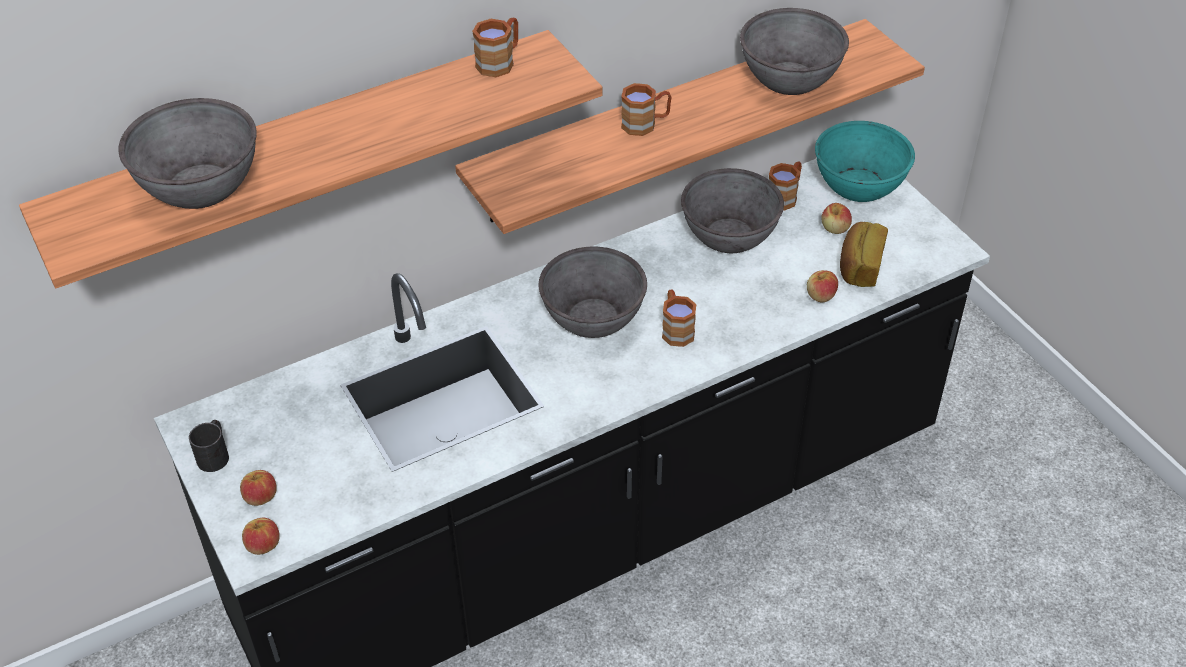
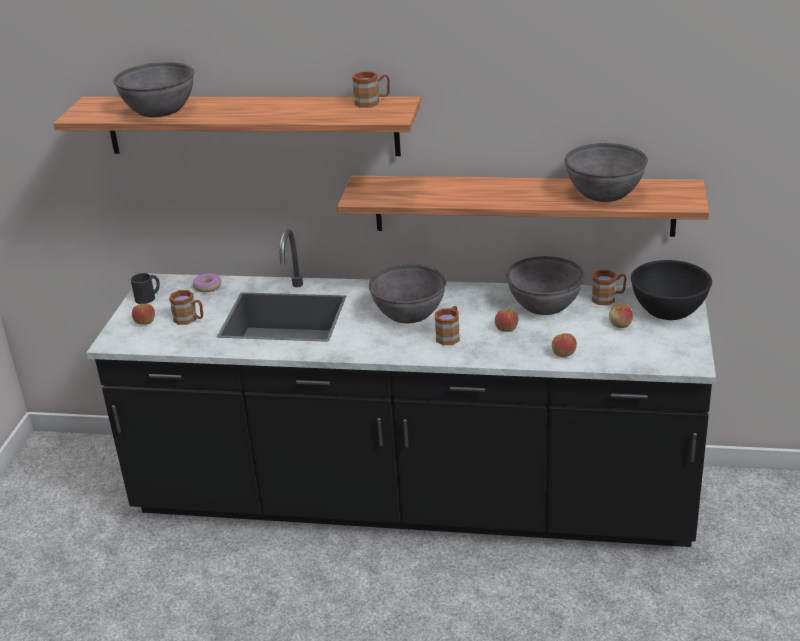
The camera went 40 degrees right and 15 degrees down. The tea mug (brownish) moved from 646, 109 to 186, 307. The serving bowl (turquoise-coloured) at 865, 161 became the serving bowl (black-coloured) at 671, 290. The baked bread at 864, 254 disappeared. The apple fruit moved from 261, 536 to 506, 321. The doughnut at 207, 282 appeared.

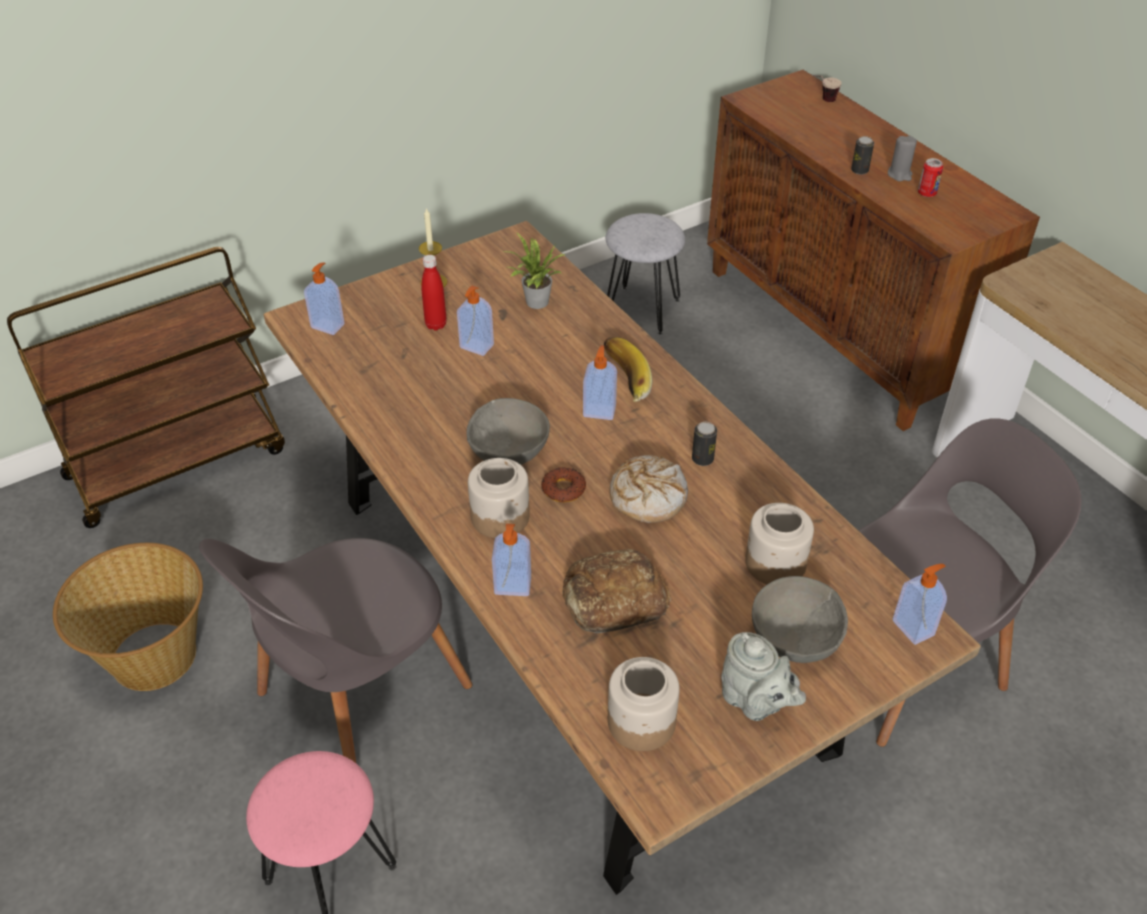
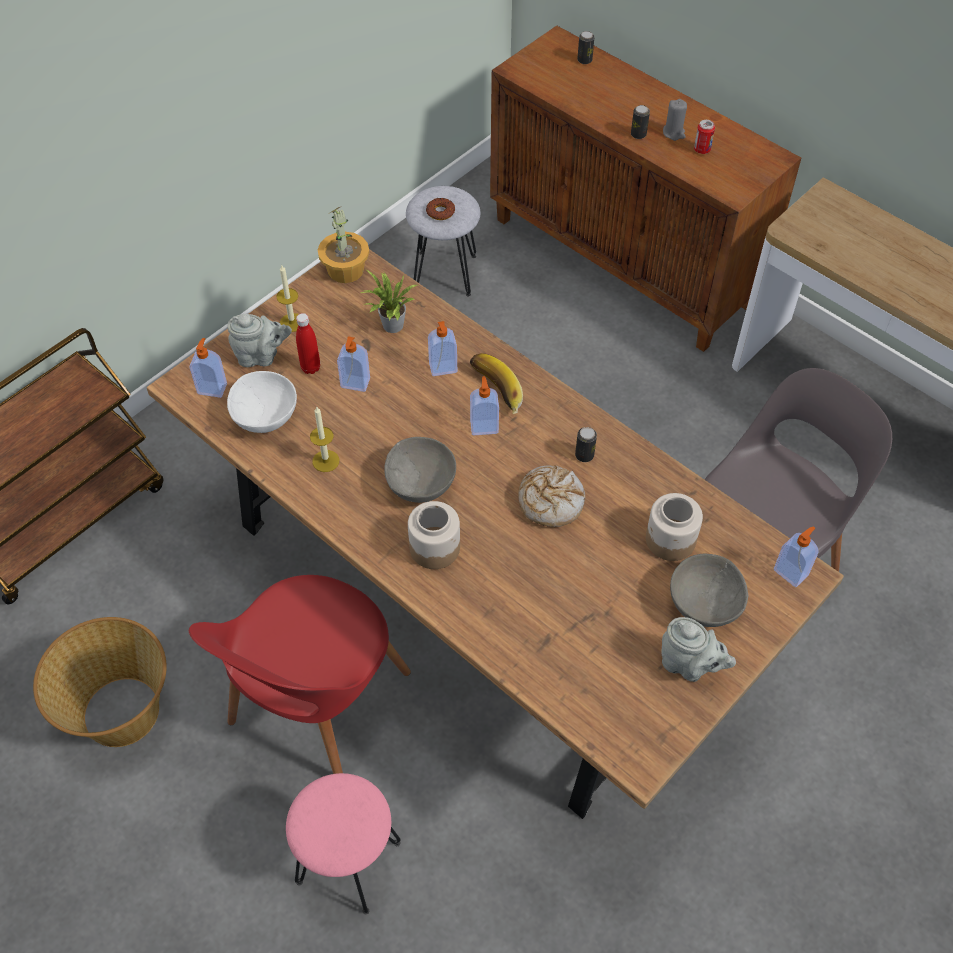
The camera went 15 degrees left and 10 degrees up. The drinking cup at 827, 88 was replaced by the sealed can at 585, 47. The doughnut moved from 563, 484 to 440, 209. The liquid soap bottle moved from 511, 560 to 442, 348. The chair (greyish) at 336, 651 became the chair (reddish) at 300, 674. The baked bread at 616, 591 disappeared. The preserve jar at 644, 704 disappeared. The houseplant at 343, 245 appeared. The teapot (greyish) at 259, 340 appeared. The serving bowl (white-coloured) at 262, 402 appeared. The candle at 324, 439 appeared.

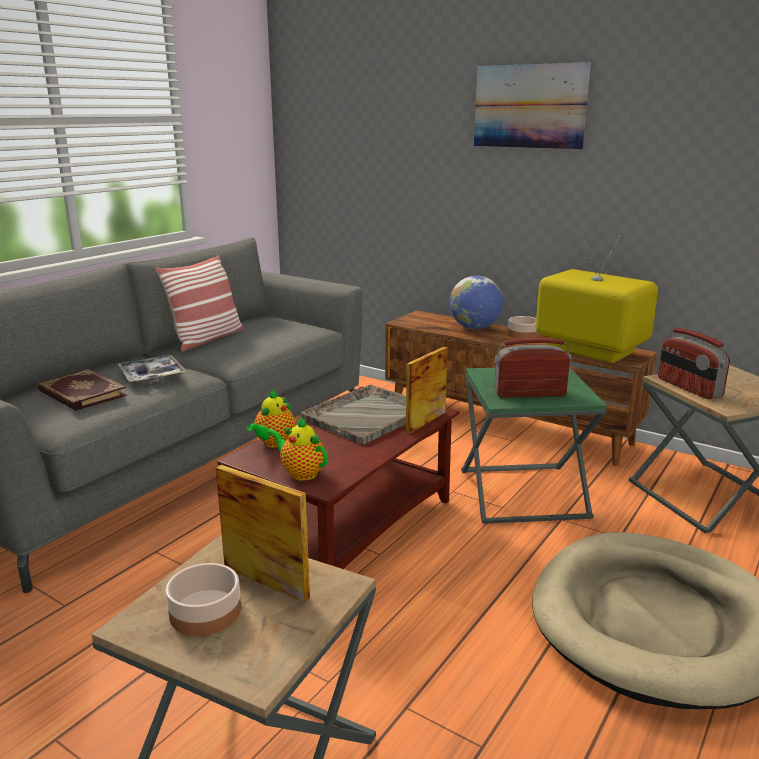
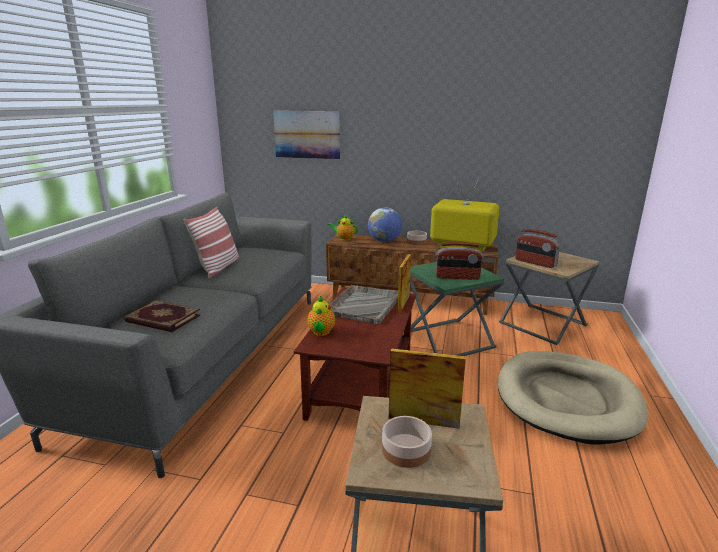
The camera went 20 degrees left and 0 degrees up. The wall art moved from 532, 106 to 306, 135. The radio at 532, 368 turned 150 degrees counterclockwise. The serving tray at 152, 369 disappeared. The teapot moved from 297, 448 to 343, 227.

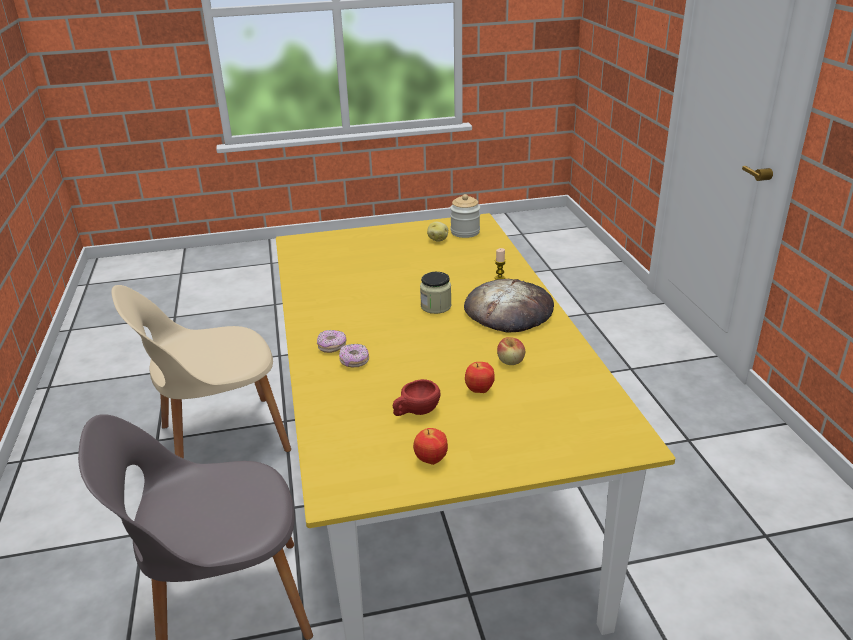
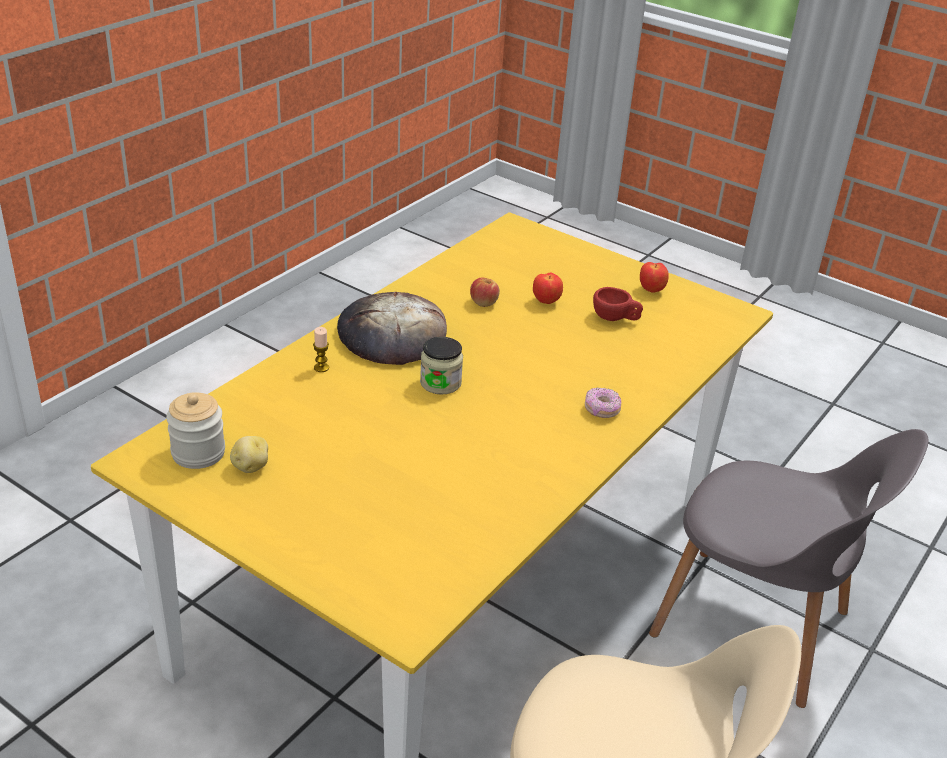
The camera went 135 degrees left and 5 degrees up. The doughnut at 354, 355 disappeared.

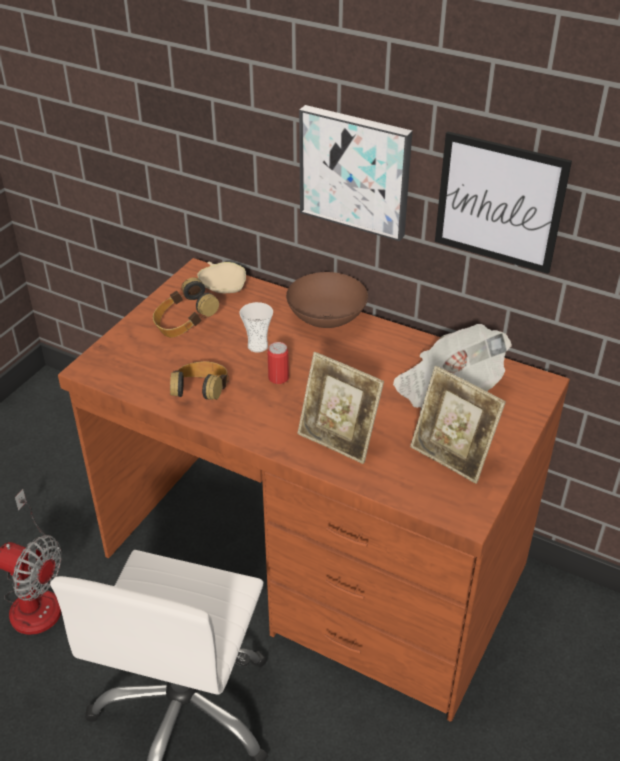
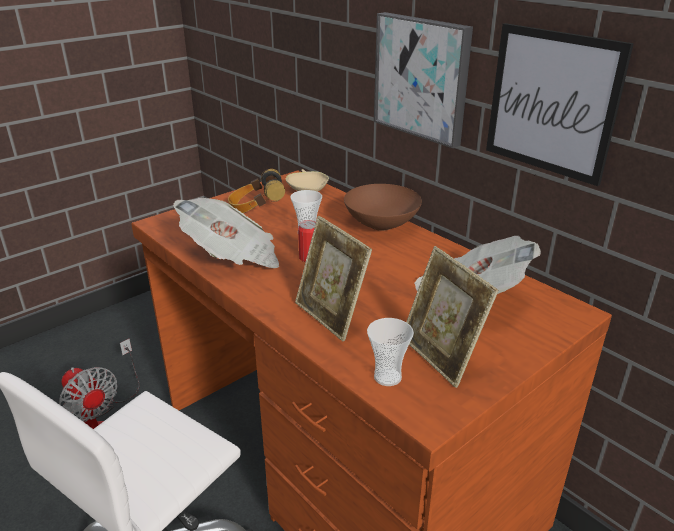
The camera went 20 degrees right and 10 degrees down. The headphones at 199, 380 was replaced by the newspaper at 226, 233. The drinking cup at 390, 352 appeared.

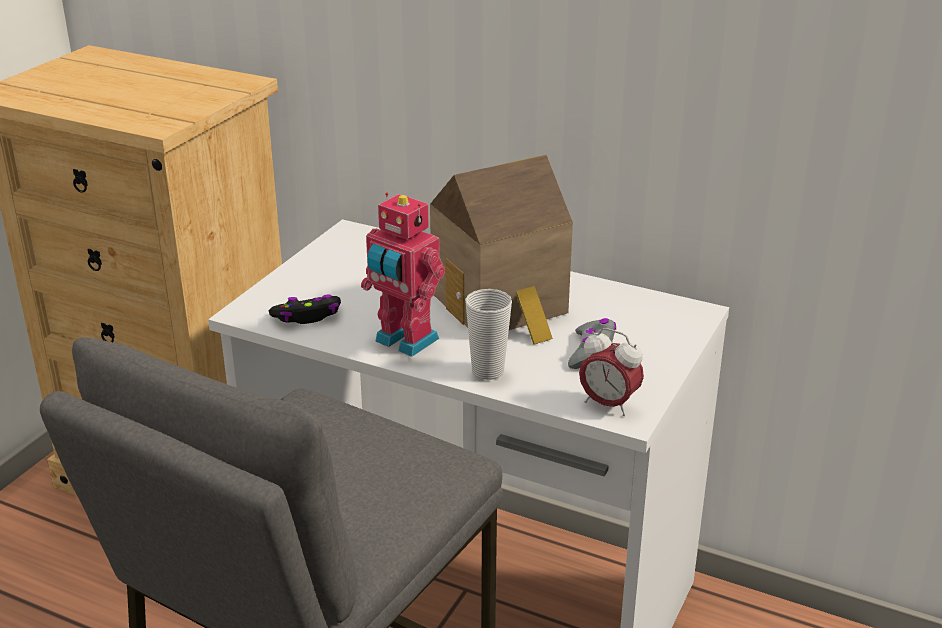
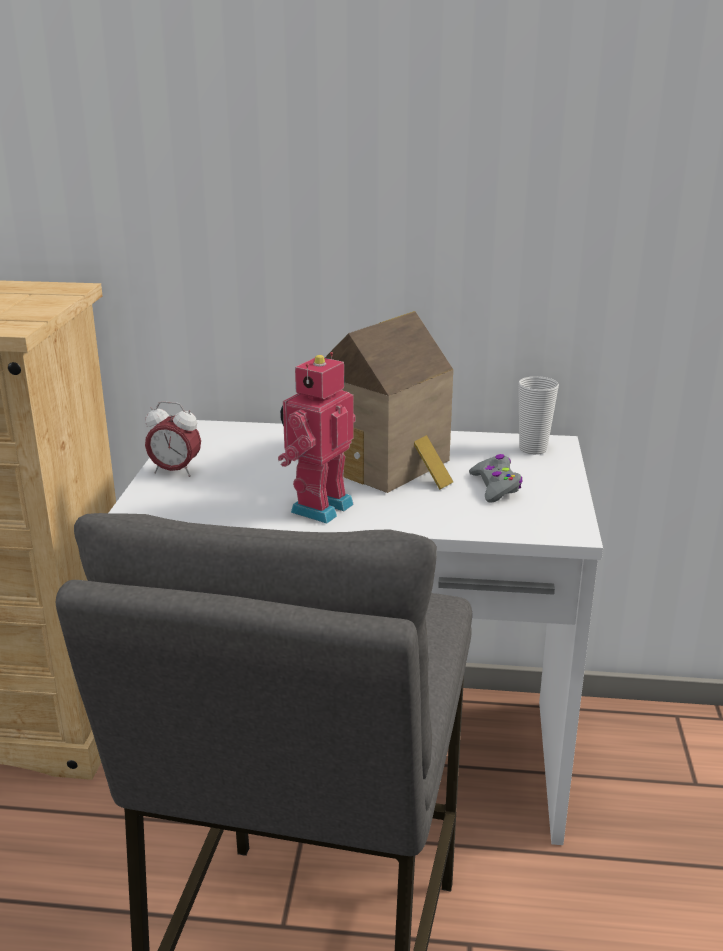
The camera went 20 degrees left and 5 degrees down. The robot figure at 403, 274 turned 105 degrees clockwise. The drinking cup moved from 488, 334 to 538, 415. The joypad (black-coloured) at 305, 309 disappeared. The bedside clock moved from 611, 372 to 173, 439.

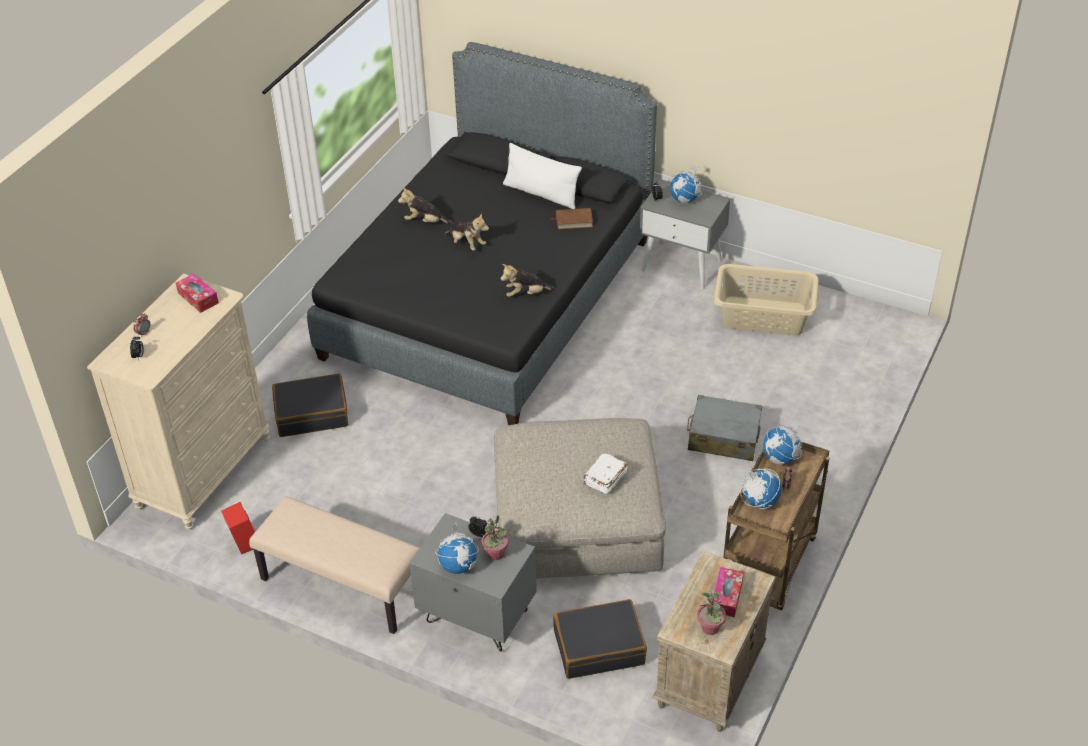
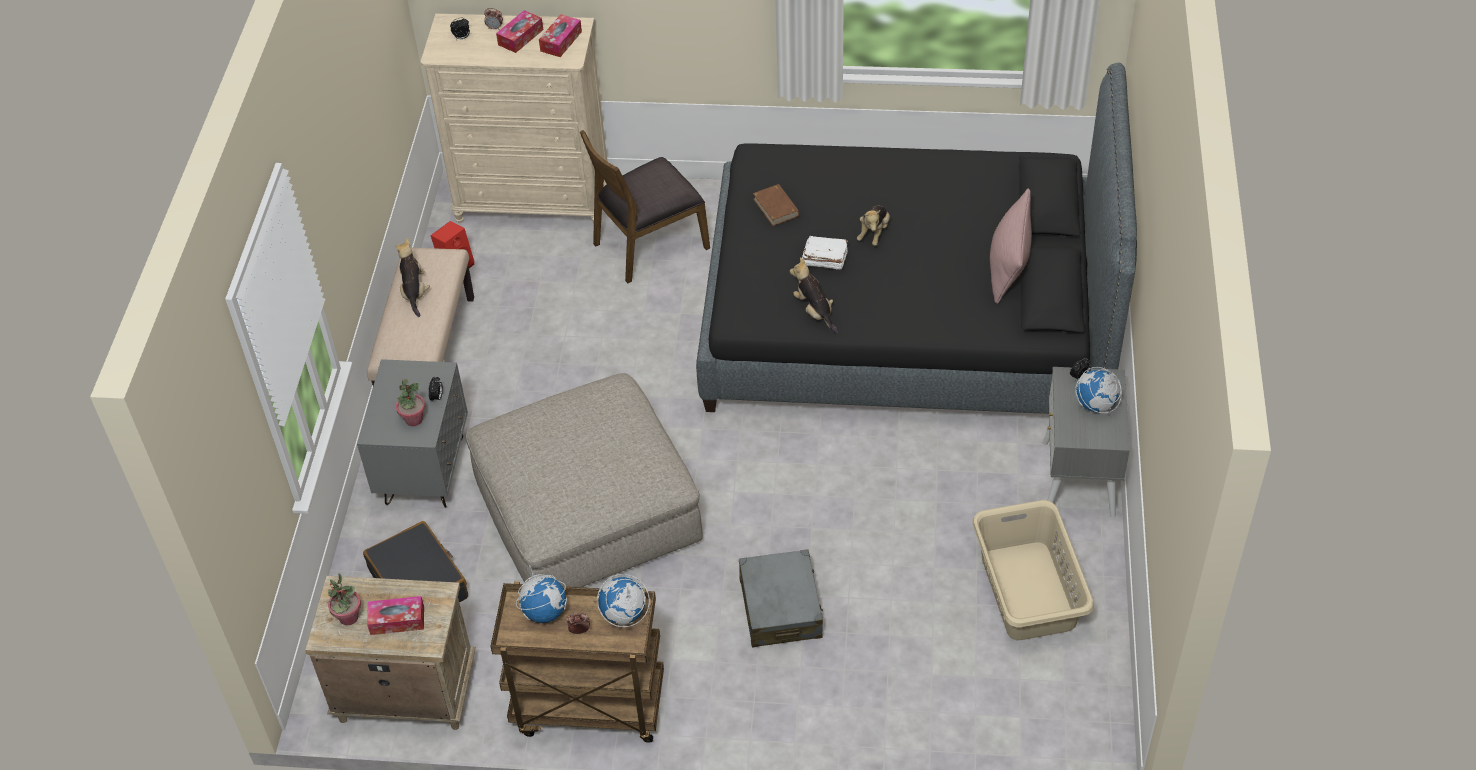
The camera went 70 degrees right and 5 degrees up. The pillow (white-coloured) at 542, 176 became the pillow (pink) at 1011, 246. The plush toy moved from 426, 205 to 412, 277. The book (brownish) moved from 571, 218 to 776, 205. The suitcase (black-coloured) at 310, 405 was replaced by the chair (brownish) at 645, 206. The book (white-coloured) moved from 606, 474 to 825, 253. The globe at 457, 548 disappeared. The tissue box at 519, 31 appeared.

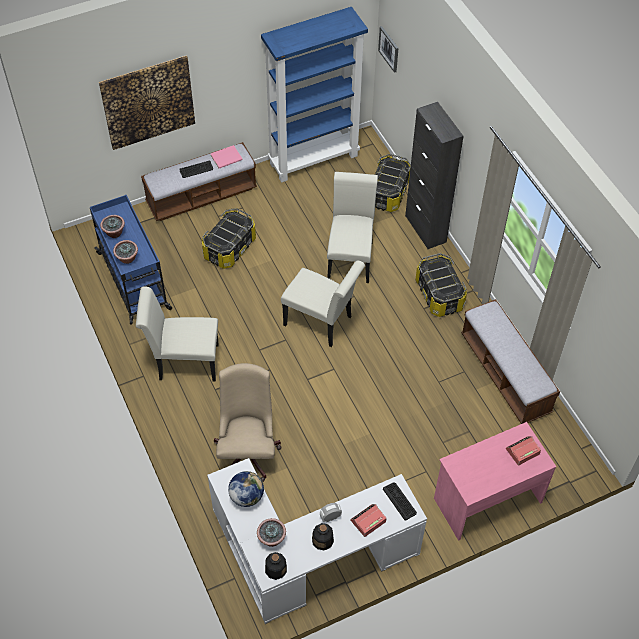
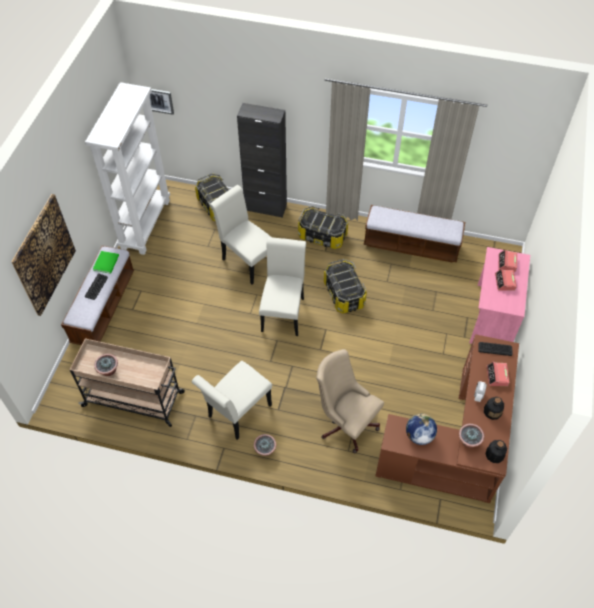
The camera went 50 degrees left and 0 degrees up. The bookshelf (blue-coloured) at 314, 94 became the bookshelf (white-coloured) at 127, 168. The book (pink) at 226, 156 became the book (green-coloured) at 106, 262. The wheeled cart (blue-coloured) at 131, 260 became the wheeled cart (beige) at 127, 382. The storage container moved from 229, 238 to 345, 286. The houseplant moved from 125, 252 to 265, 445. The chair (white-coloured) at 323, 304 turned 60 degrees counterclockwise. The desk table (white-coloured) at 317, 541 became the desk table (brownish) at 447, 418. The bedside clock at 506, 280 appeared.

